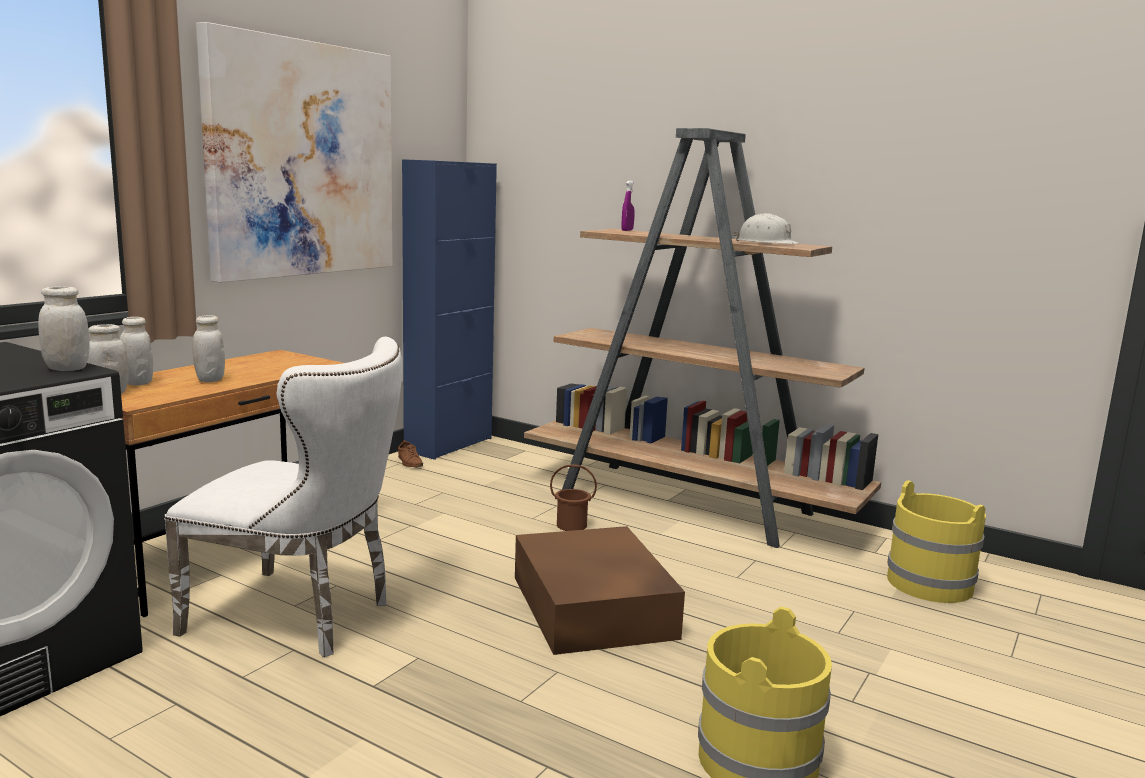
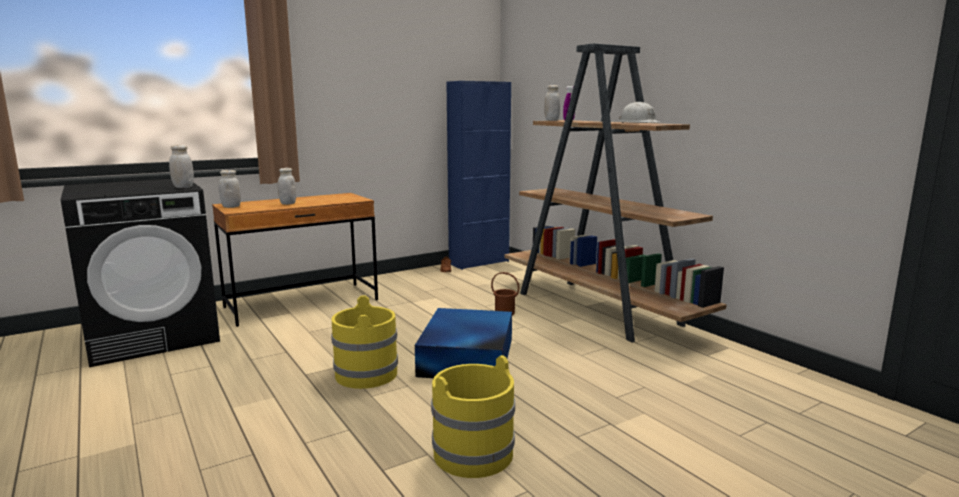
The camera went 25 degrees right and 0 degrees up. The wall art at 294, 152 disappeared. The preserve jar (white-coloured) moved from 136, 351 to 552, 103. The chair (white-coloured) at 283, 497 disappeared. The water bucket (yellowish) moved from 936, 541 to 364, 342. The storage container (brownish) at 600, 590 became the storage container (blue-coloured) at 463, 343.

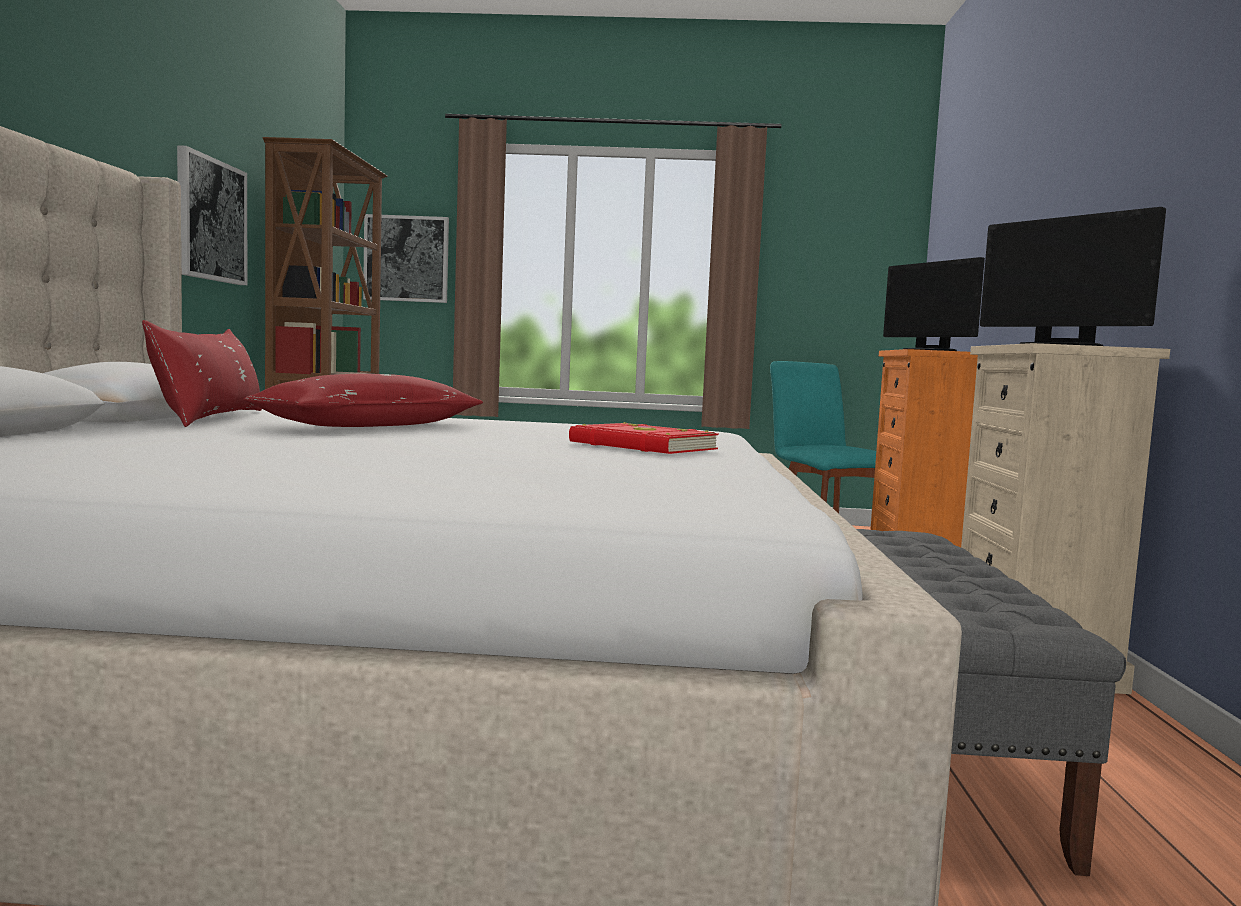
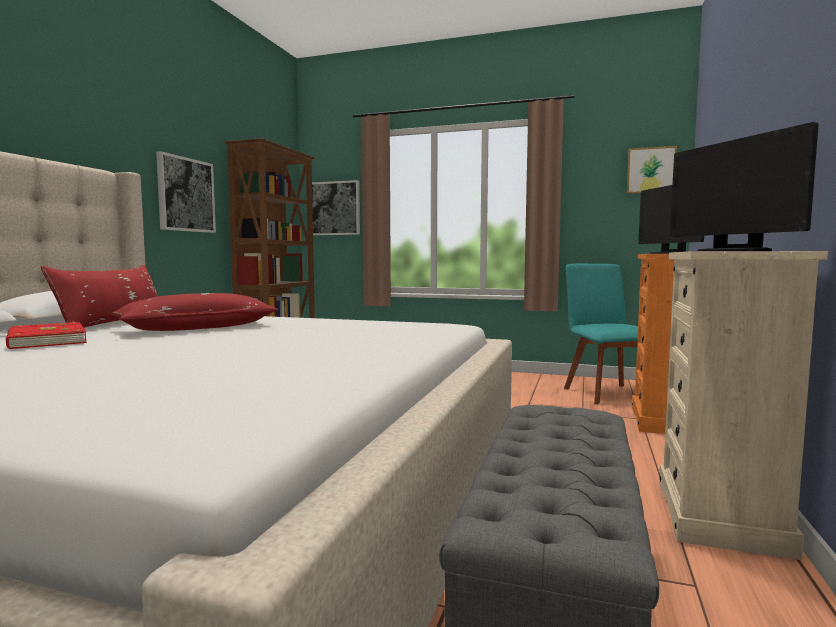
The camera went 15 degrees right and 0 degrees up. The book (reddish) moved from 644, 438 to 46, 335. The wall art at 652, 170 appeared.

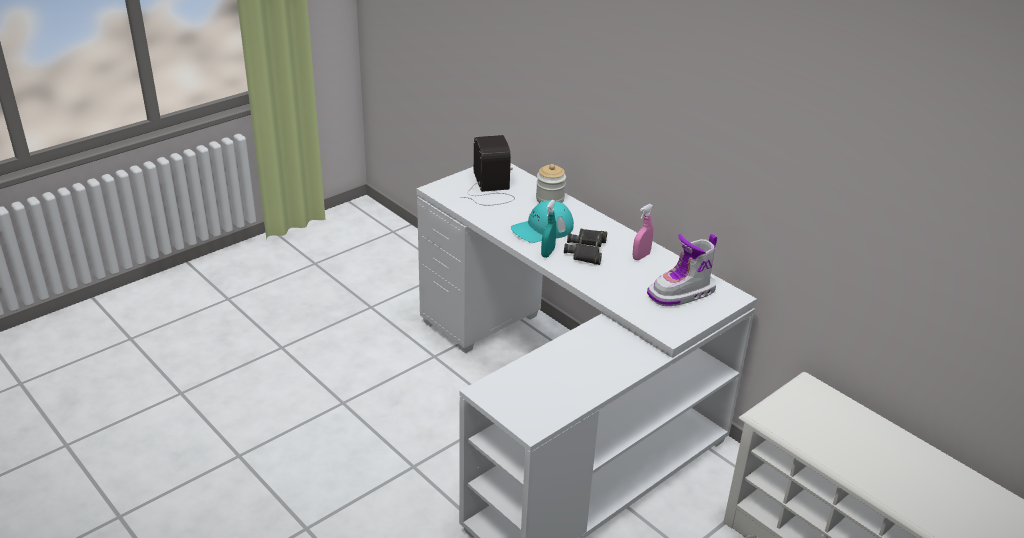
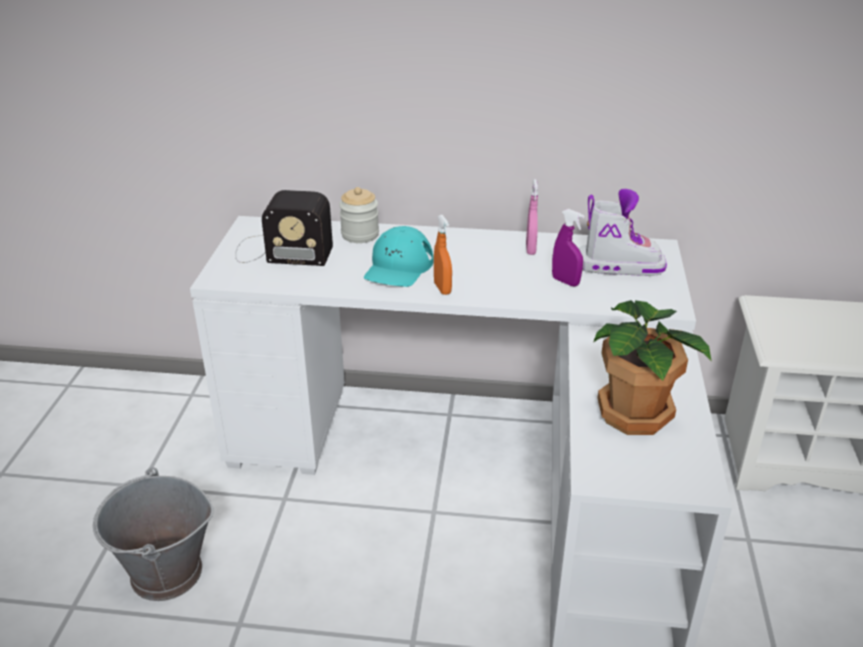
The camera went 40 degrees left and 0 degrees up. The radio at 487, 170 turned 150 degrees clockwise. The hand sprayer (turquoise-coloured) at 548, 229 became the hand sprayer (orange-coloured) at 443, 255. The pair of binoculars (black-coloured) at 585, 247 disappeared. The high-top boot at 682, 270 turned 105 degrees counterclockwise. The hand sprayer (purple-coloured) at 568, 248 appeared. The houseplant at 653, 367 appeared. The water bucket (greyish) at 153, 534 appeared.

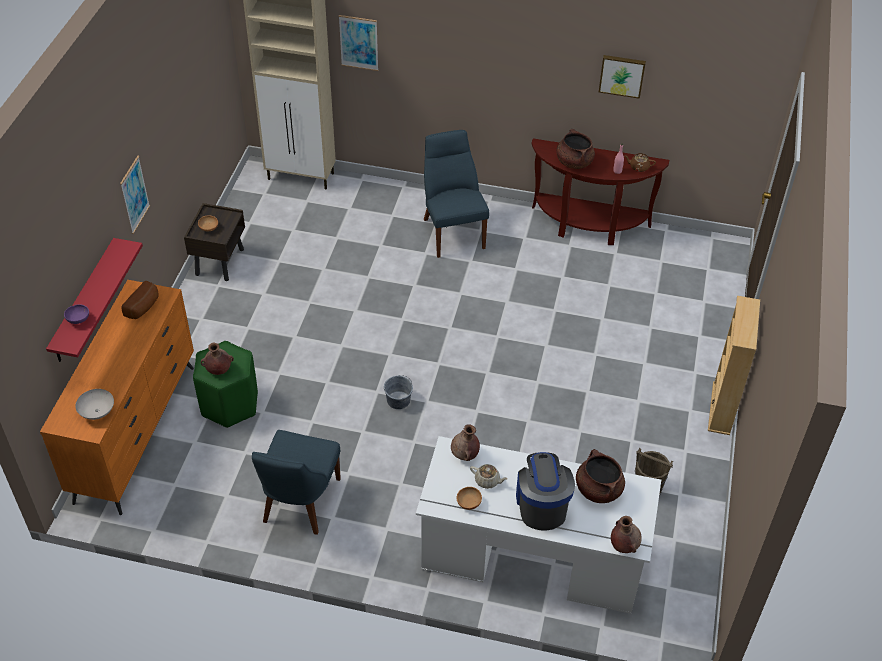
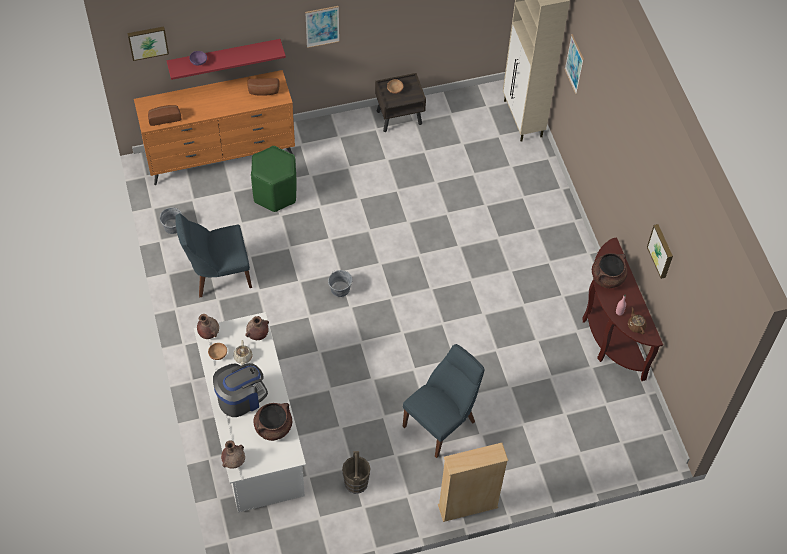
The camera went 60 degrees right and 10 degrees up. The chair (blue-coloured) moved from 456, 194 to 444, 401. The vase (brownish) moved from 217, 358 to 208, 326. The serving bowl (white-coloured) at 94, 404 was replaced by the baked bread at 164, 115. The wall art at 148, 43 appeared. The water bucket (greyish) at 171, 220 appeared.

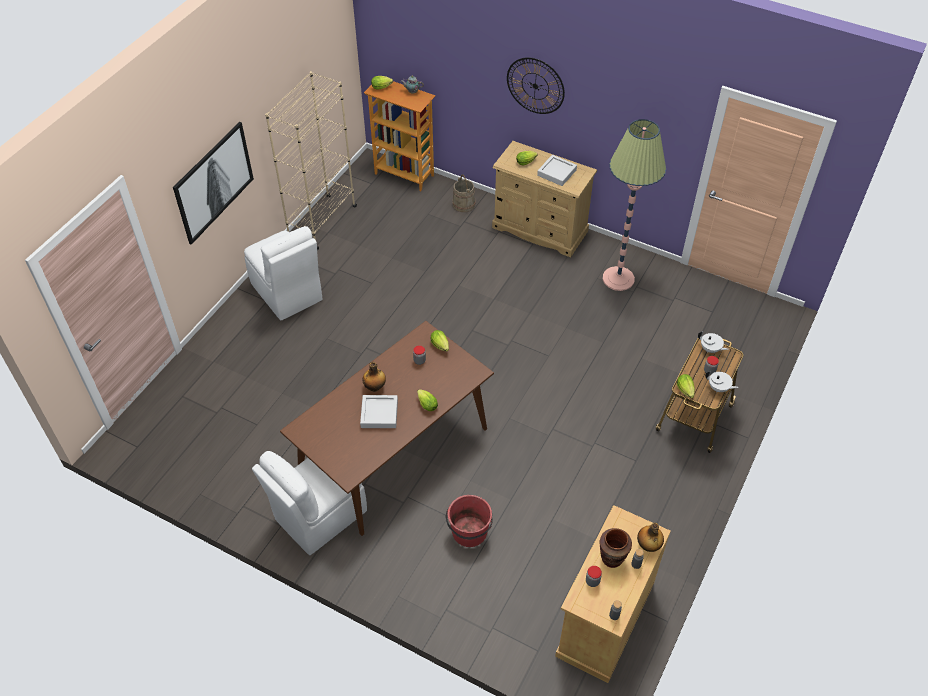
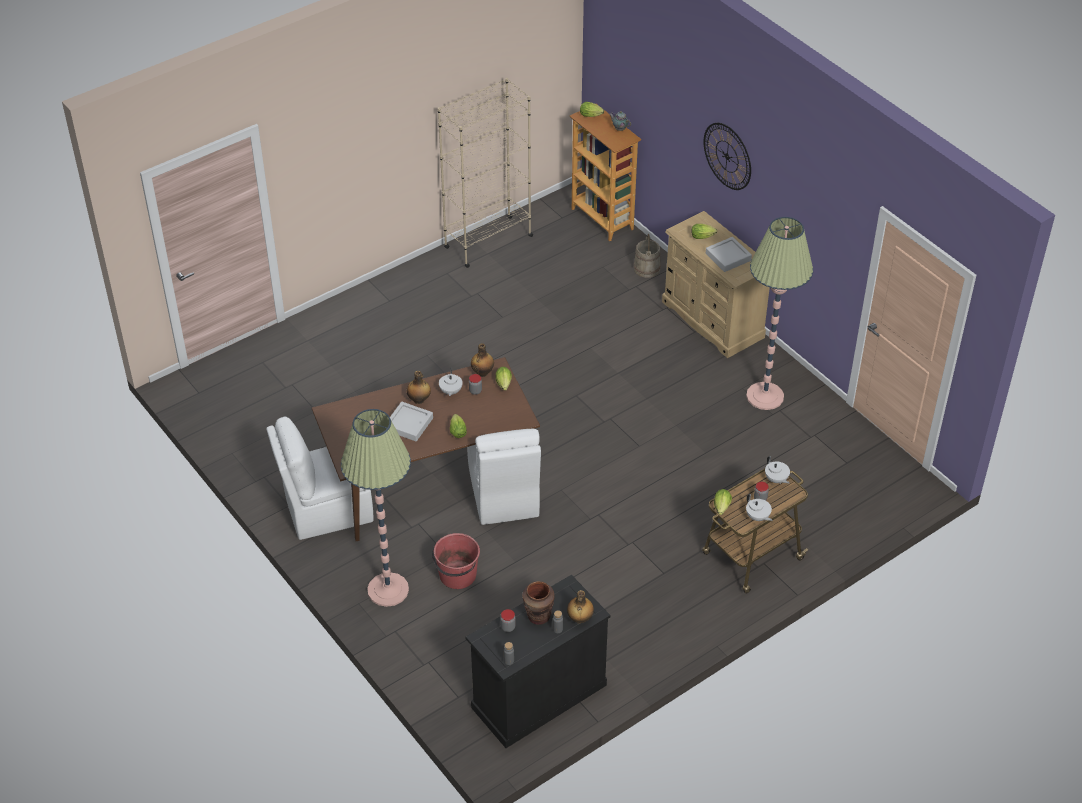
The camera went 25 degrees right and 5 degrees down. The wall art at 213, 183 disappeared. The chair (white-coloured) moved from 283, 273 to 504, 477. The cabinet (beige) at 613, 594 became the cabinet (black-coloured) at 537, 661. The beverage bottle at 482, 360 appeared. The teapot (white-coloured) at 451, 381 appeared. The standard lamp at 376, 508 appeared.

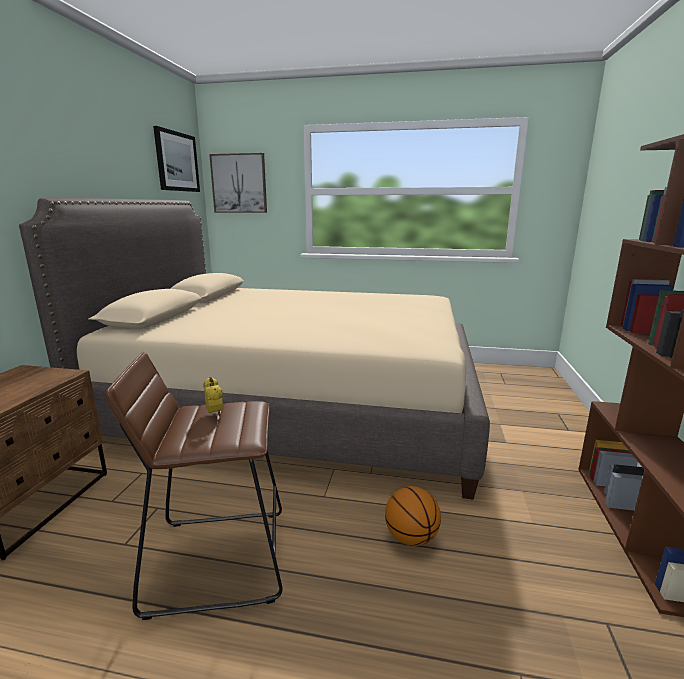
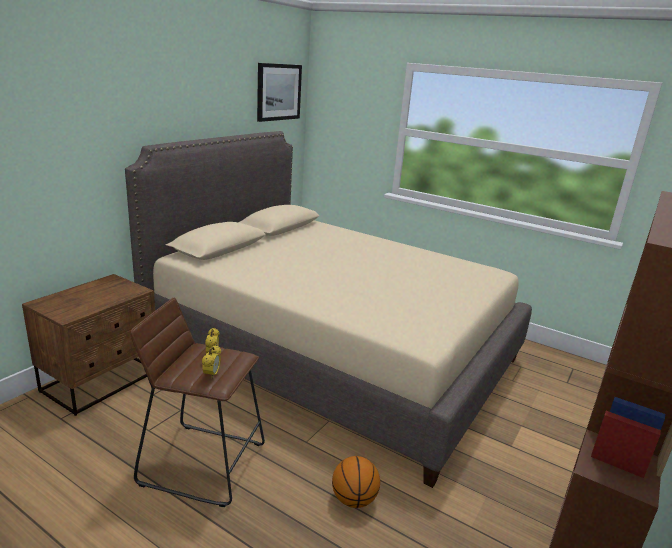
The camera went 20 degrees right and 5 degrees up. The wall art at 238, 183 disappeared. The bedside clock at 211, 362 appeared.

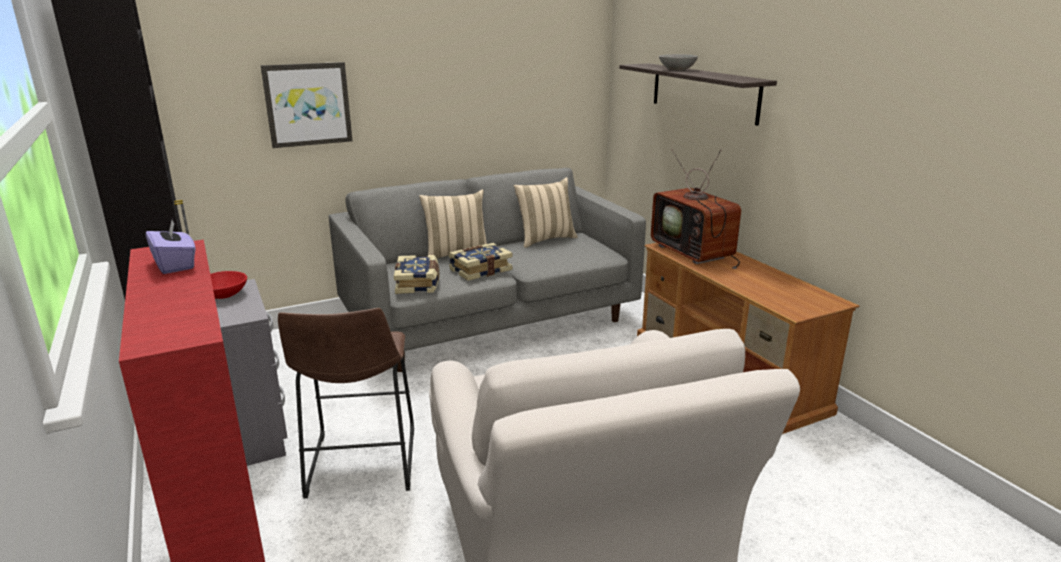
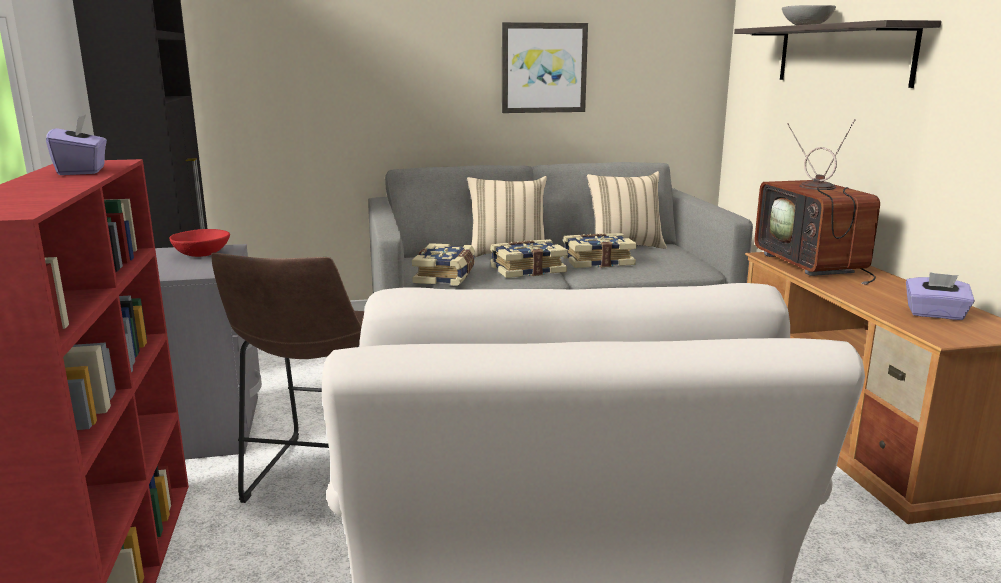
The camera went 15 degrees right and 5 degrees down. The wall art moved from 306, 105 to 545, 67. The book at 600, 250 appeared. The tissue box (purple-coloured) at 940, 296 appeared.

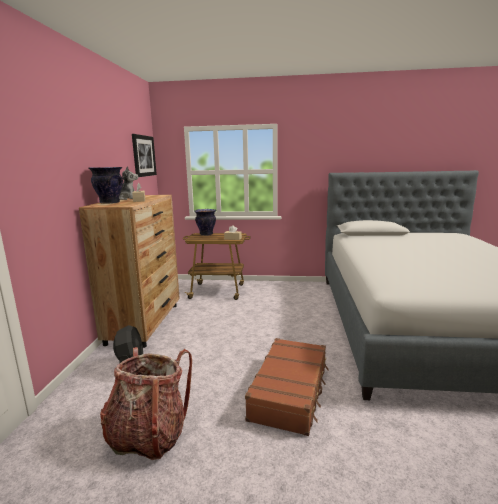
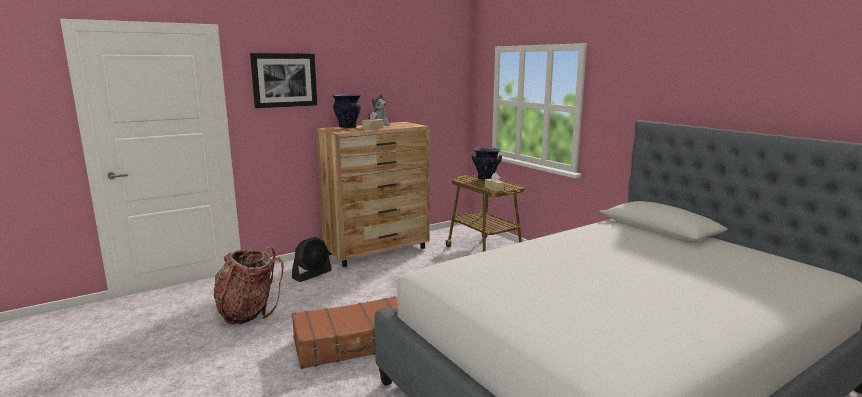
The camera went 50 degrees right and 0 degrees up. The wall art moved from 144, 155 to 283, 80.

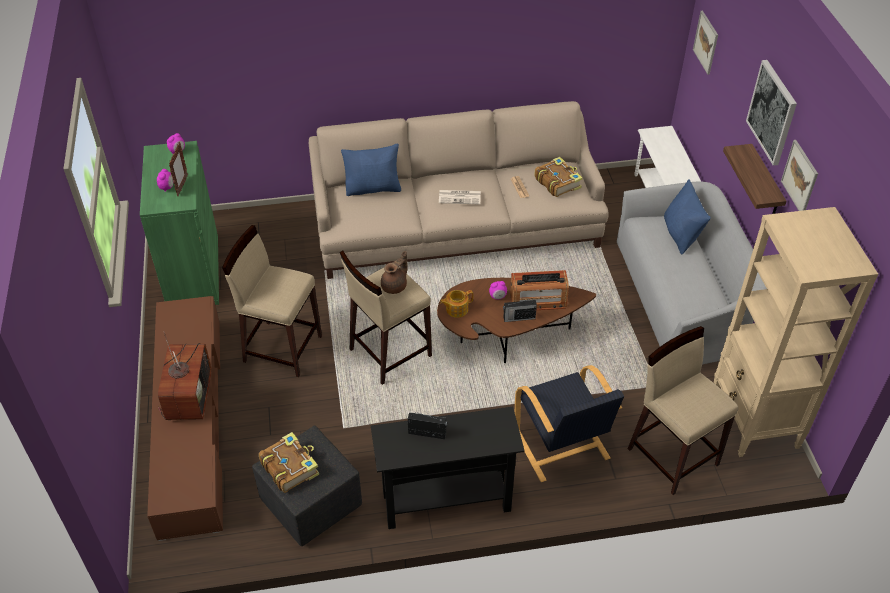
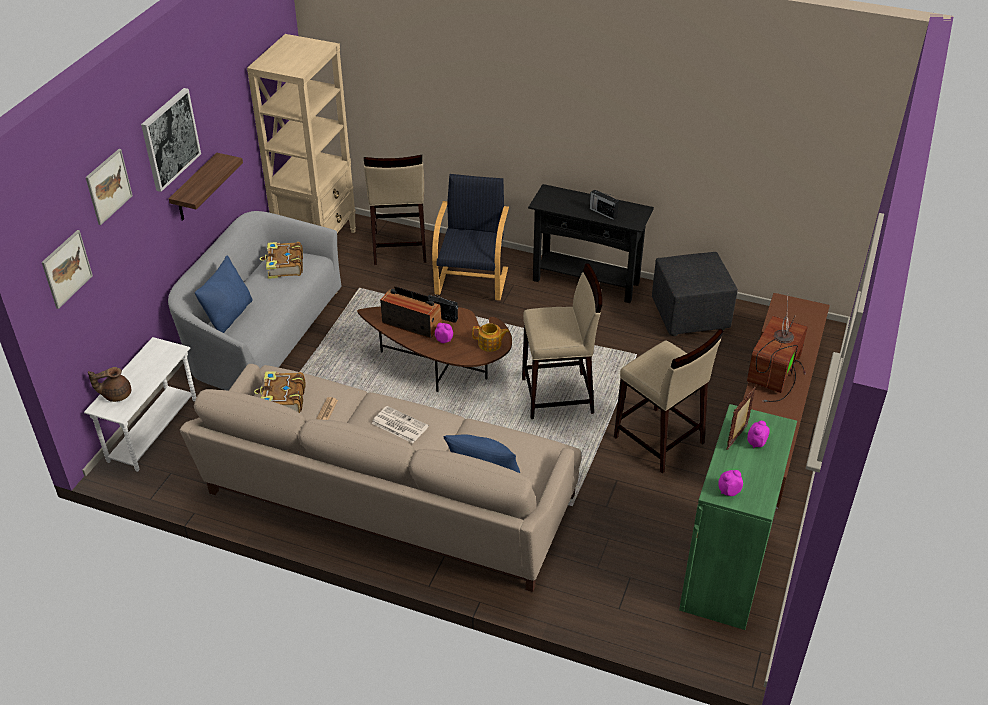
The camera went 150 degrees left and 5 degrees down. The wall art moved from 799, 175 to 109, 187. The teapot (brownish) moved from 394, 272 to 109, 384. The book moved from 289, 462 to 281, 260.

